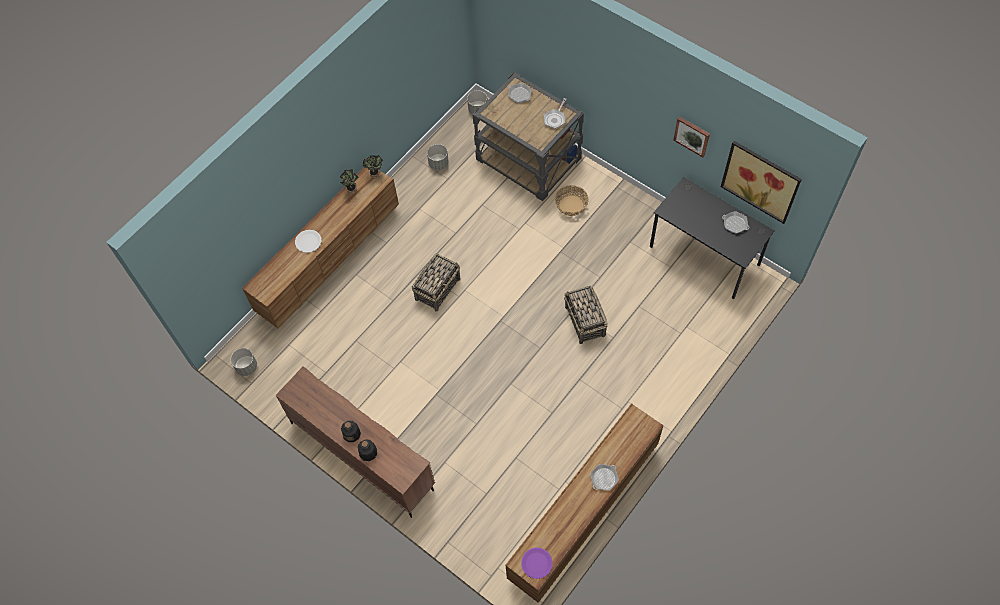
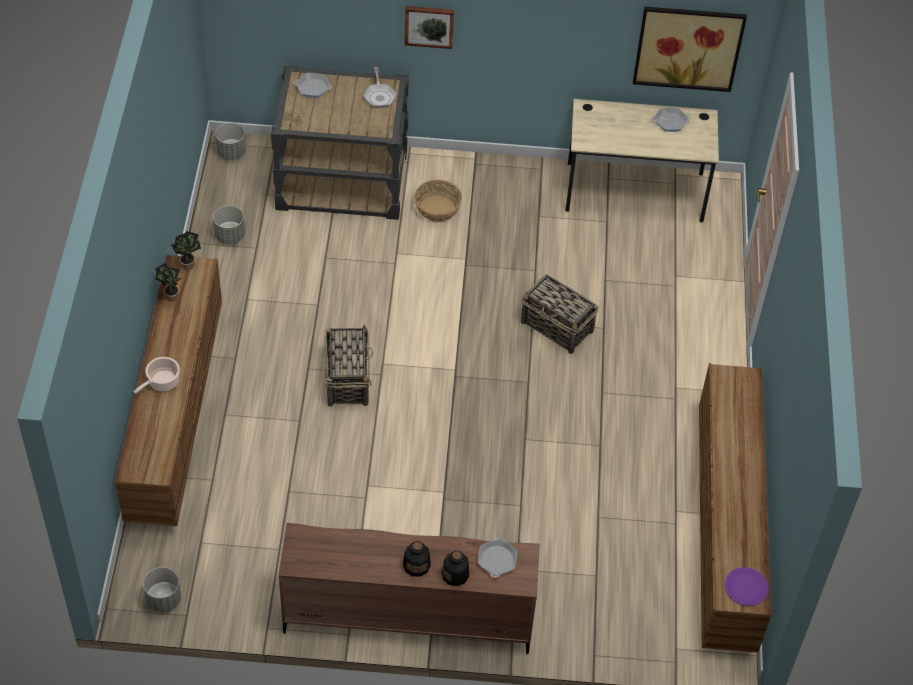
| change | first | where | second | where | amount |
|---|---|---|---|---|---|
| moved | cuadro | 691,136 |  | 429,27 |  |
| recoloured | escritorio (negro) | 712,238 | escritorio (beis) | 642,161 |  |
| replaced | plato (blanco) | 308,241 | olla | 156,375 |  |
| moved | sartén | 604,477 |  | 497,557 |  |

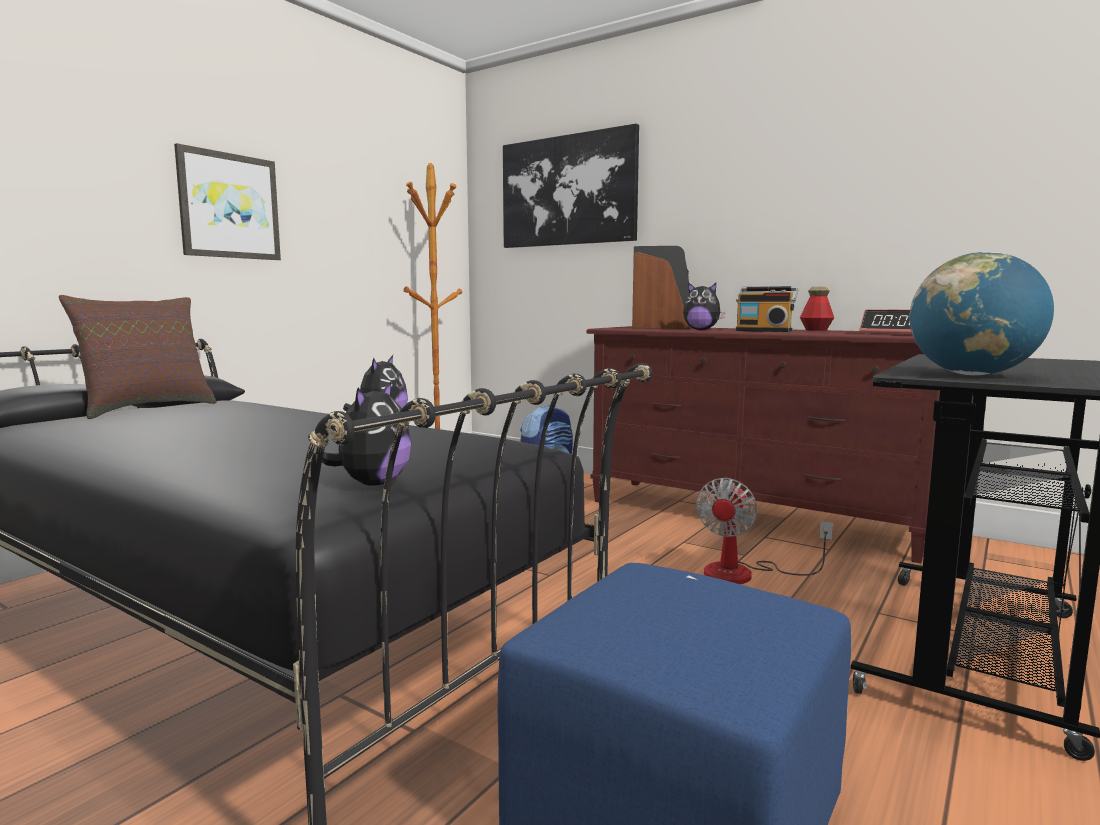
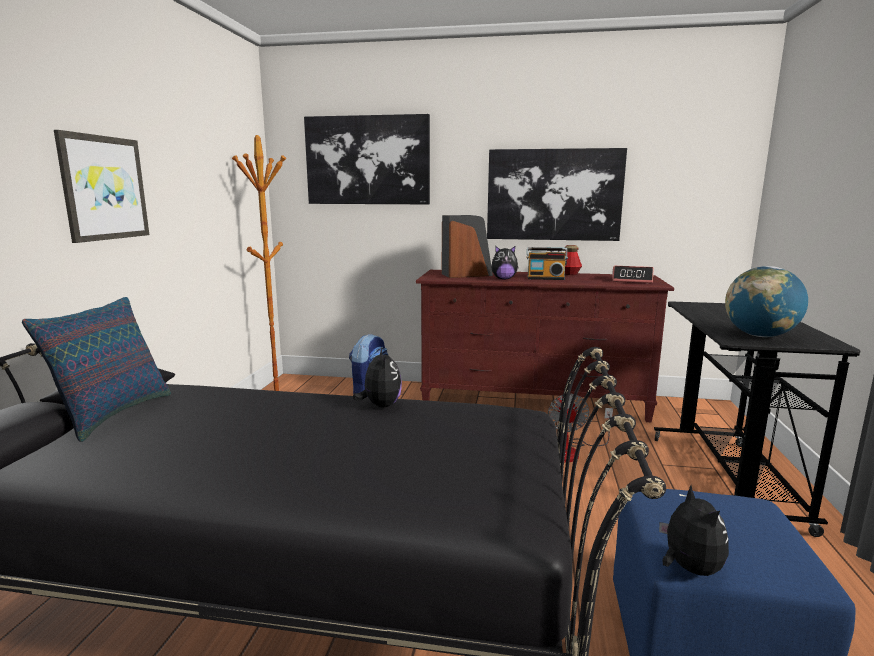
| change | first | where | second | where | amount |
|---|---|---|---|---|---|
| recoloured | cojín (marrón) | 138,357 | cojín (azul) | 96,369 |  |
| moved | peluche | 366,433 |  | 694,530 |  |
| added |  |  | cuadro | 557,194 |  |

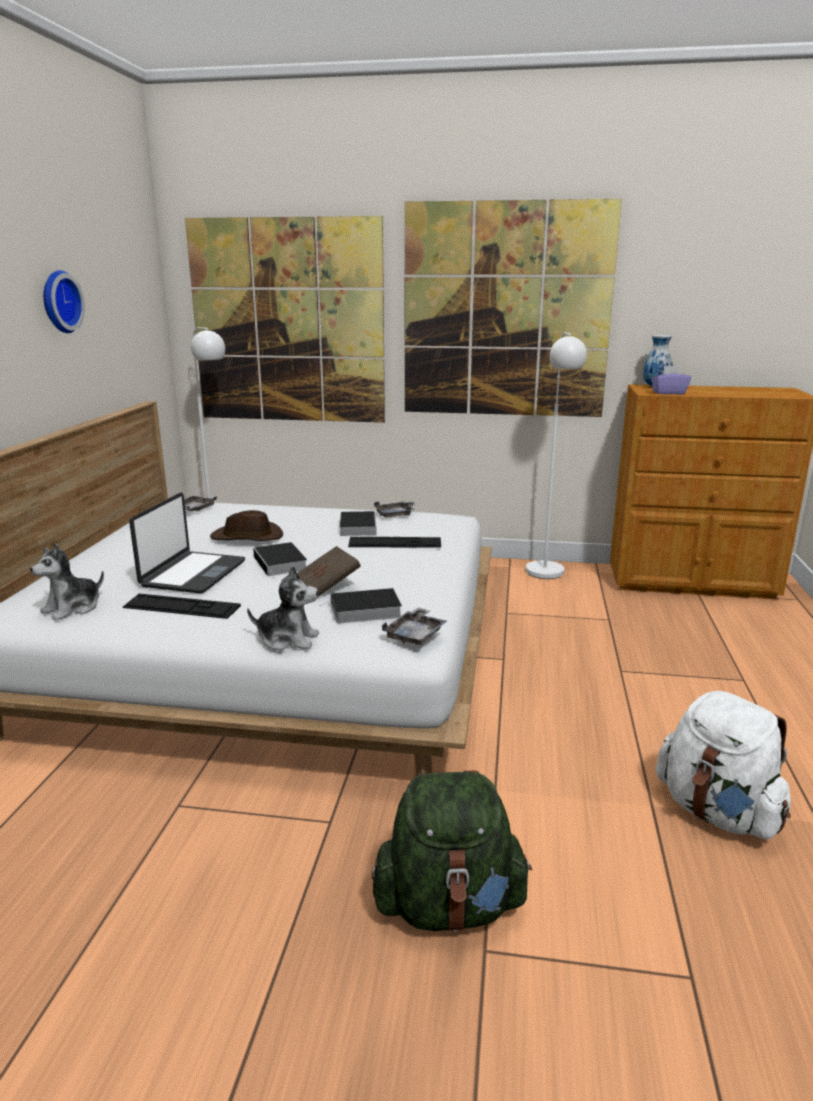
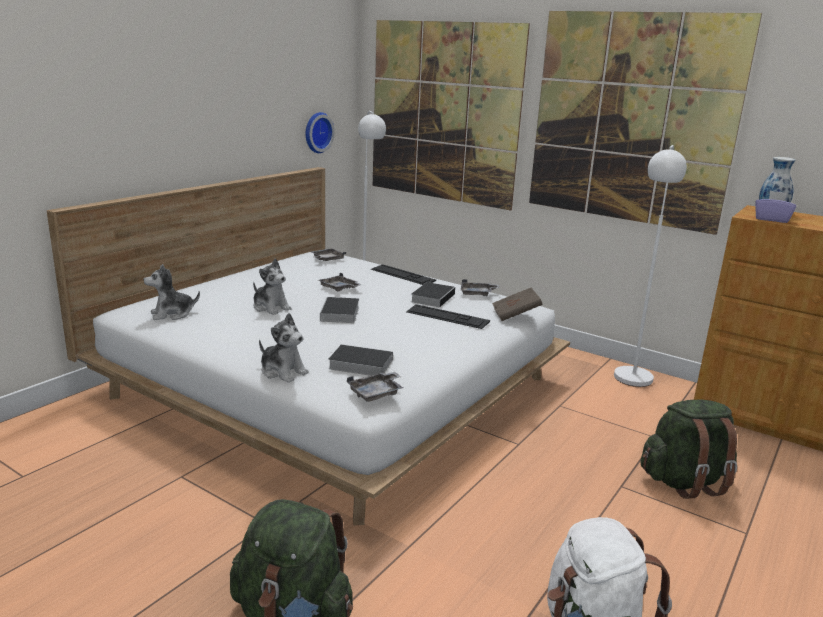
| change | first | where | second | where | amount |
|---|---|---|---|---|---|
| moved | reloj de pared | 64,301 |  | 320,132 |  |
| replaced | portátil | 187,543 | peluche | 272,286 |  |
| replaced | sombrero (marrón) | 246,525 | bandeja (gris) | 340,282 |  |
| moved | libro (marrón) | 329,571 |  | 517,304 |  |
| moved | teclado | 182,606 |  | 403,274 |  |
| added |  |  | mochila (verde) | 688,449 |  |

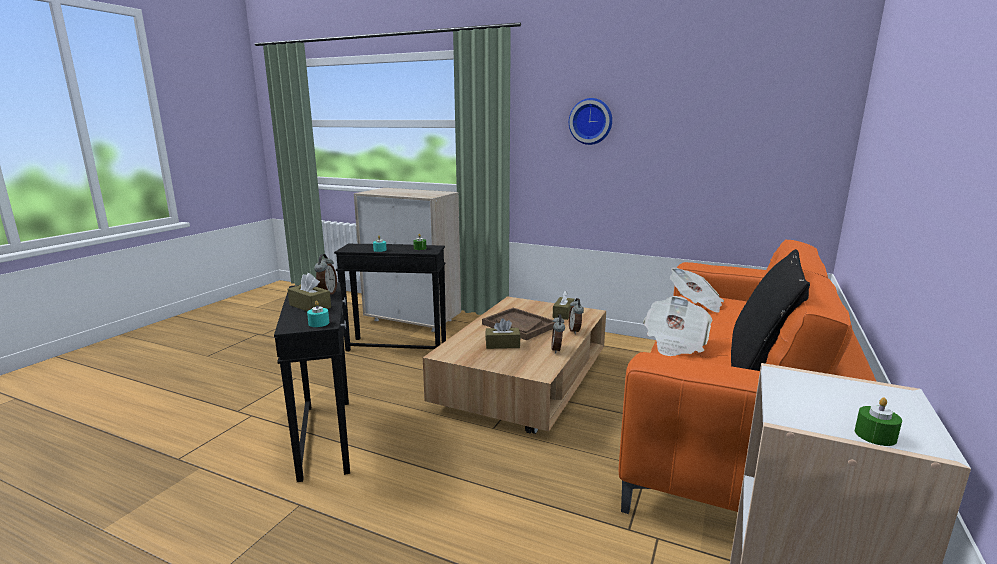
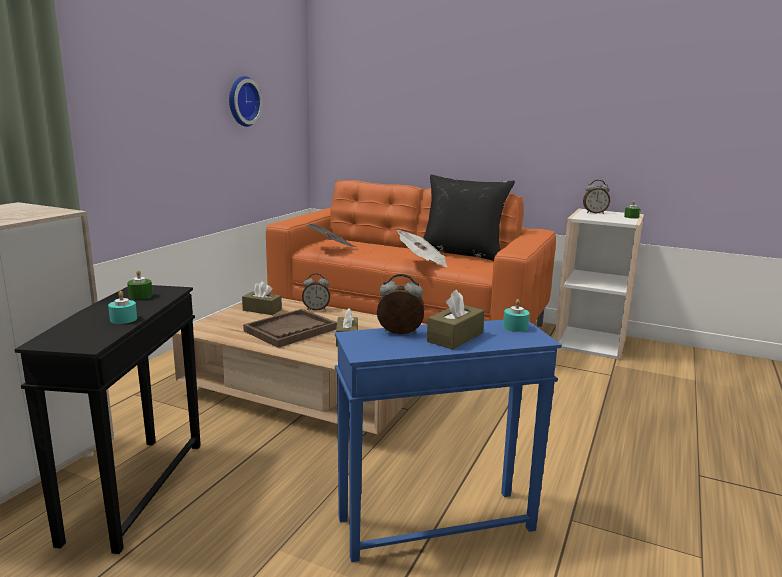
| change | first | where | second | where | amount |
|---|---|---|---|---|---|
| moved | reloj de pared | 590,121 |  | 246,101 |  |
| recoloured | mesa auxiliar (negro) | 312,382 | mesa auxiliar (azul) | 448,441 |  |
| moved | despertador | 558,334 |  | 596,197 |  |

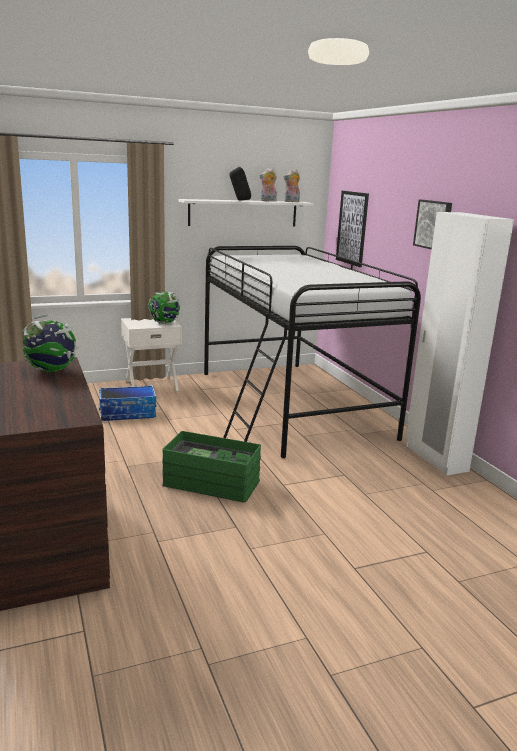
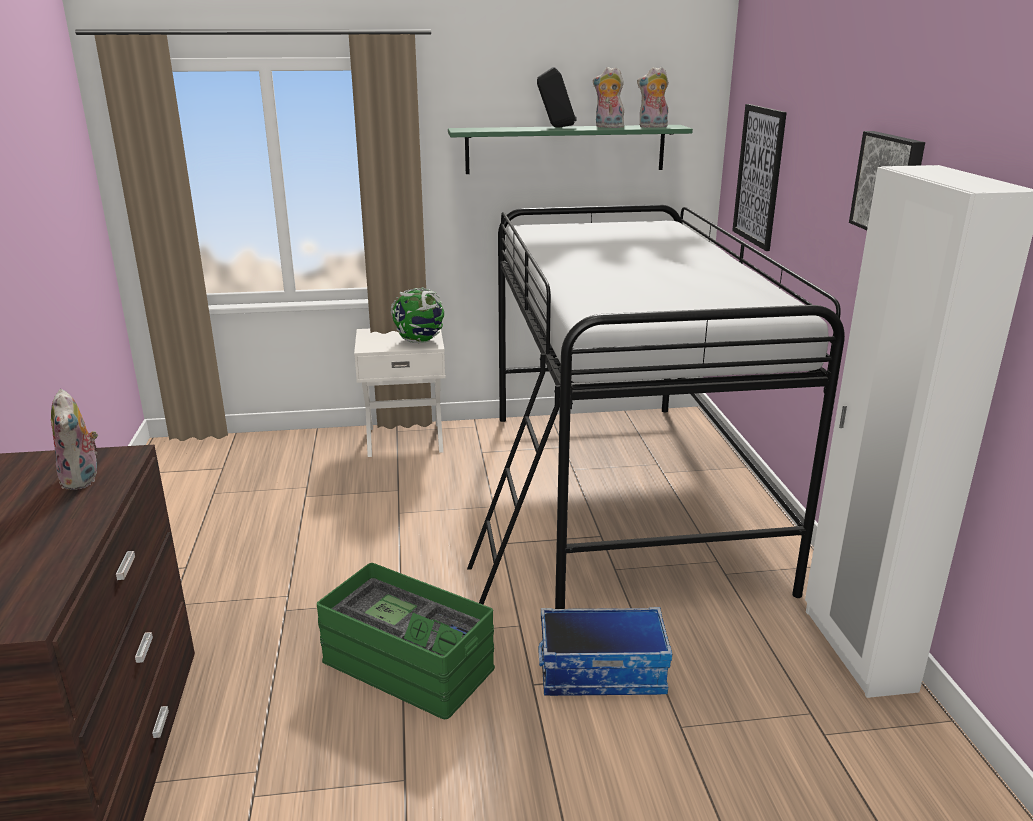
| change | first | where | second | where | amount |
|---|---|---|---|---|---|
| recoloured | estante (blanco) | 246,213 | estante (verde) | 570,149 |  |
| replaced | globo terráqueo | 50,343 | peluche | 76,439 |  |
| moved | caja de almacenaje | 128,403 |  | 605,651 |  |

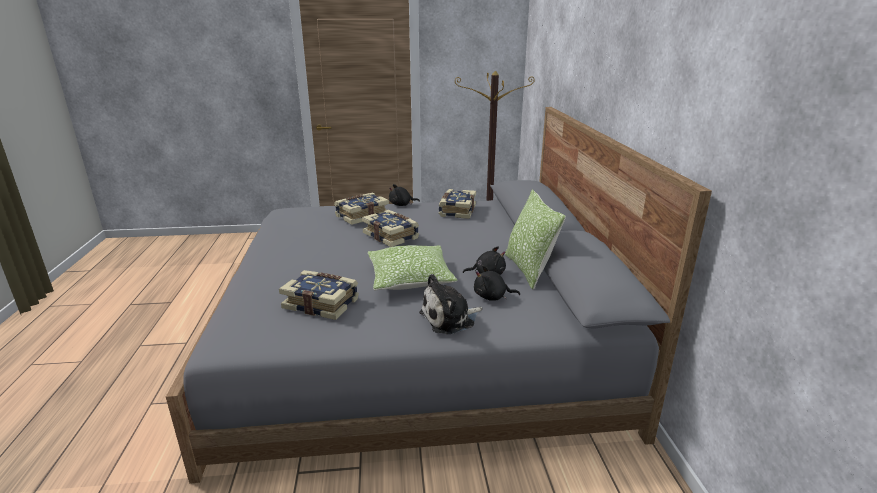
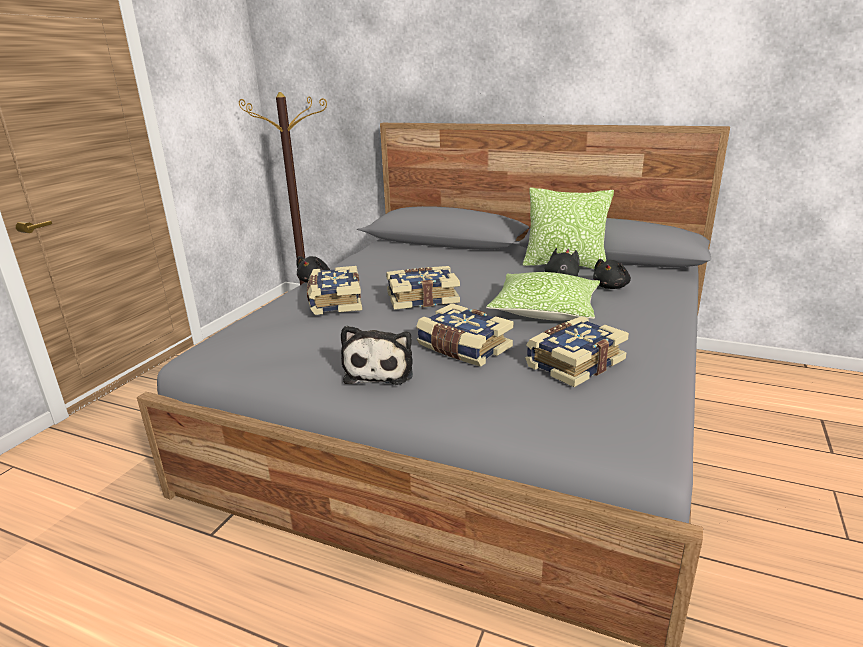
| change | first | where | second | where | amount |
|---|---|---|---|---|---|
| moved | libro | 457,204 |  | 464,335 |  |
| moved | peluche | 451,304 |  | 377,355 |  |

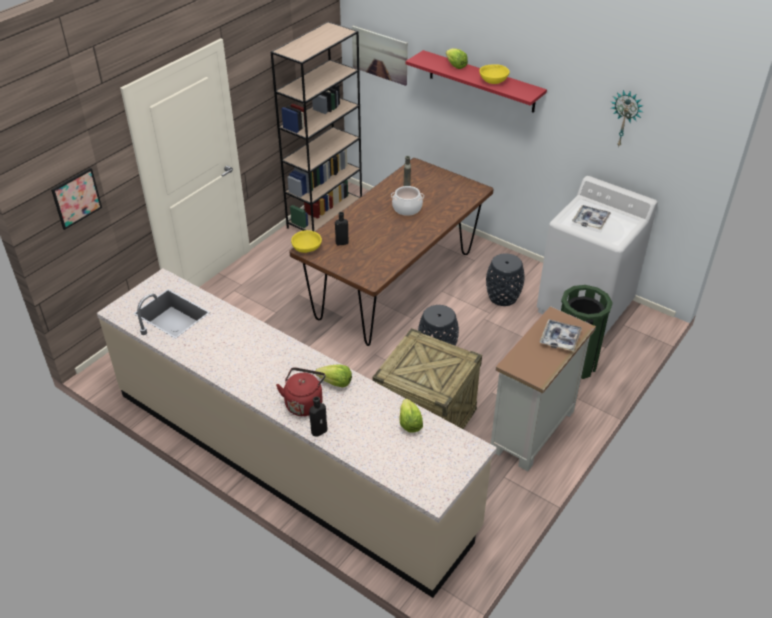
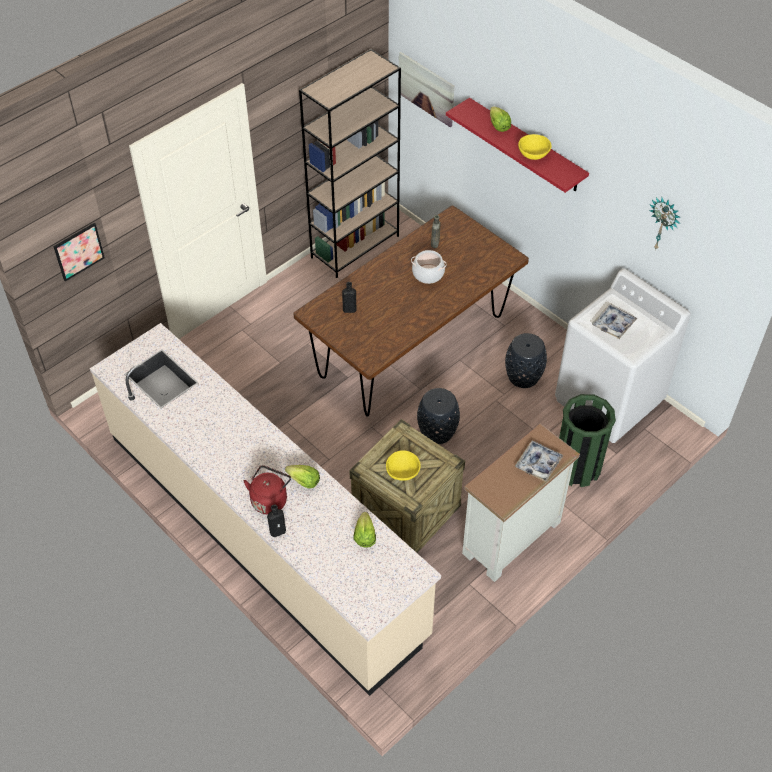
| change | first | where | second | where | amount |
|---|---|---|---|---|---|
| moved | cuenco (amarillo) | 306,241 |  | 403,465 |  |

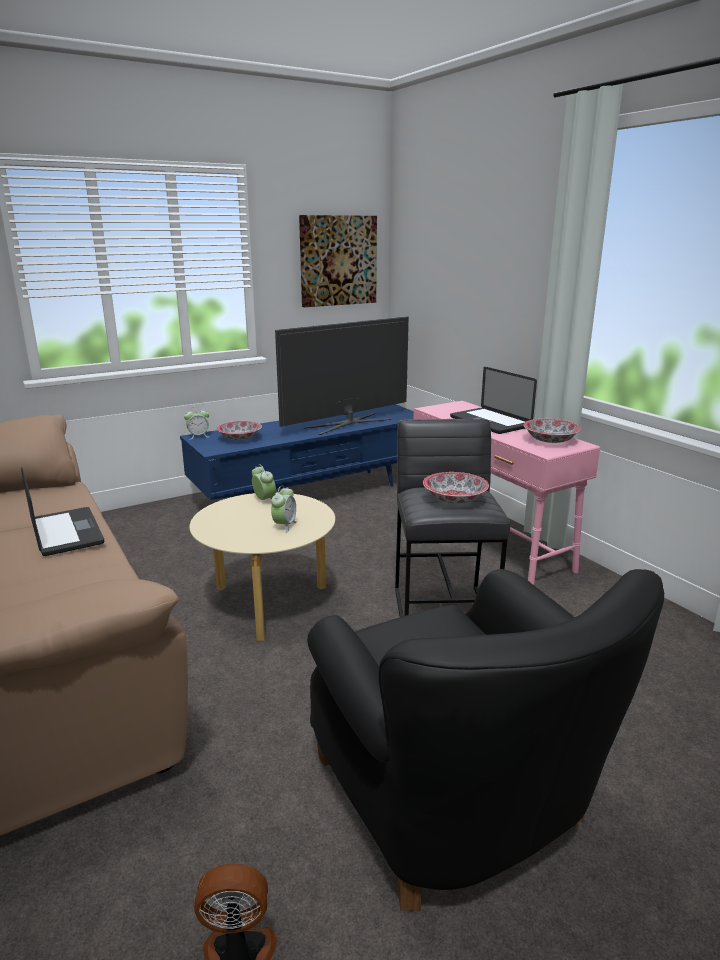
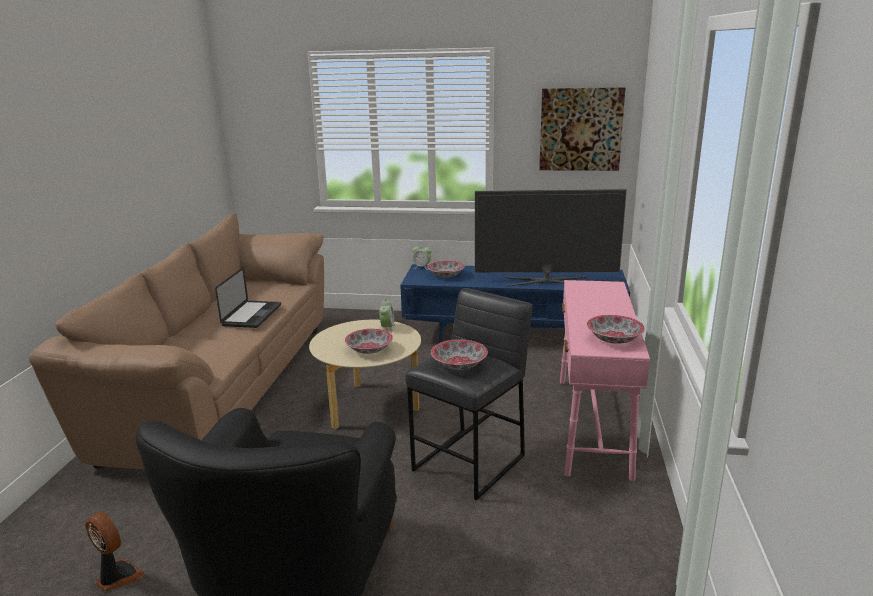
| change | first | where | second | where | amount |
|---|---|---|---|---|---|
| removed | portátil | 493,400 |  |  |  |
| replaced | despertador | 284,509 | cuenco | 369,341 |  |

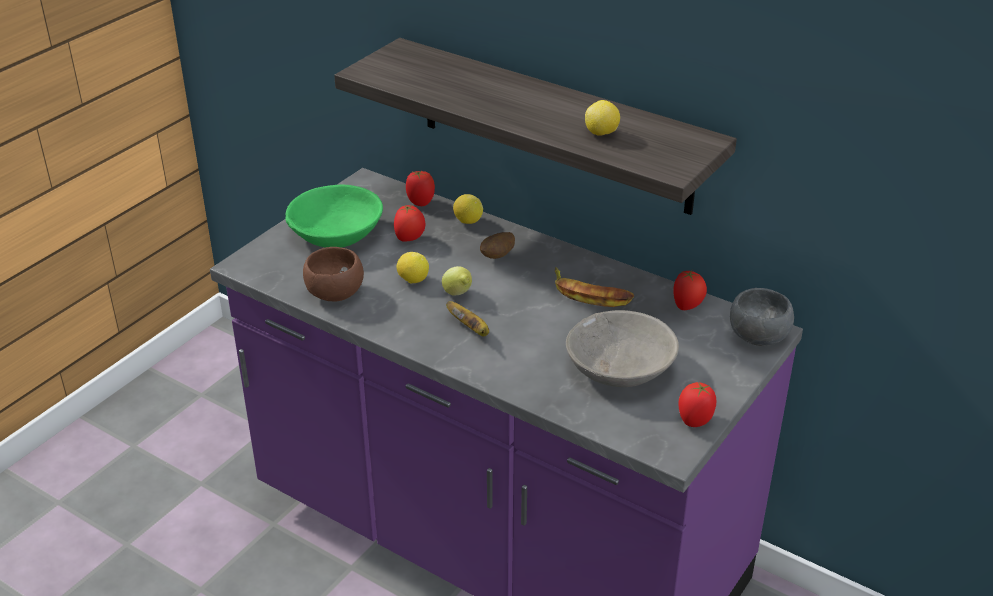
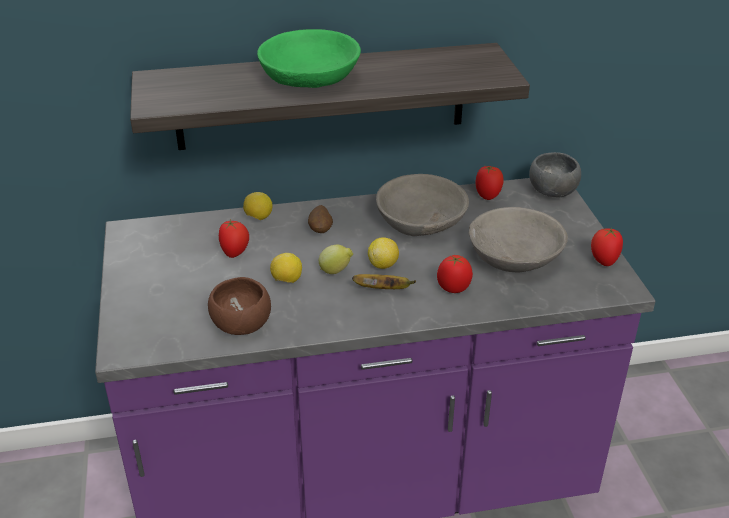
| change | first | where | second | where | amount |
|---|---|---|---|---|---|
| moved | limón | 602,118 |  | 383,253 |  |
| moved | tomate | 420,188 |  | 455,274 |  |
| moved | cuenco (verde) | 334,216 |  | 309,58 |  |
| replaced | plátano | 594,287 | cuenco (gris) | 422,205 |  |

